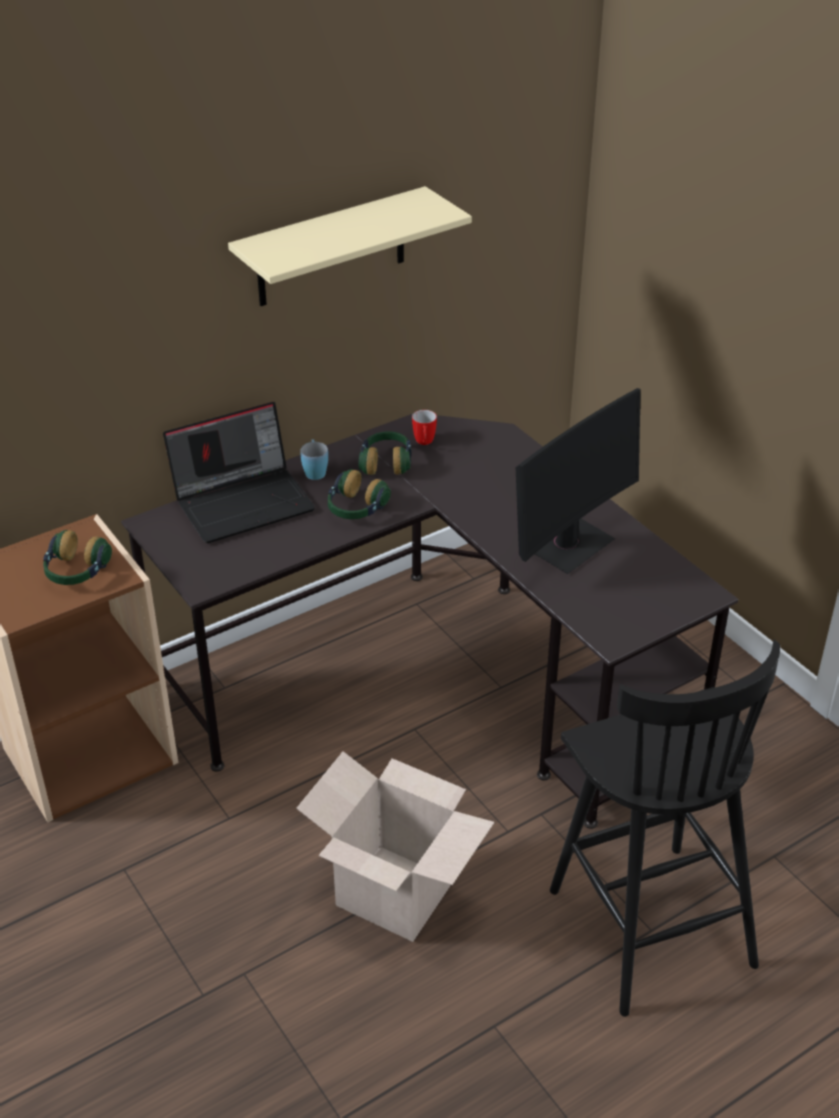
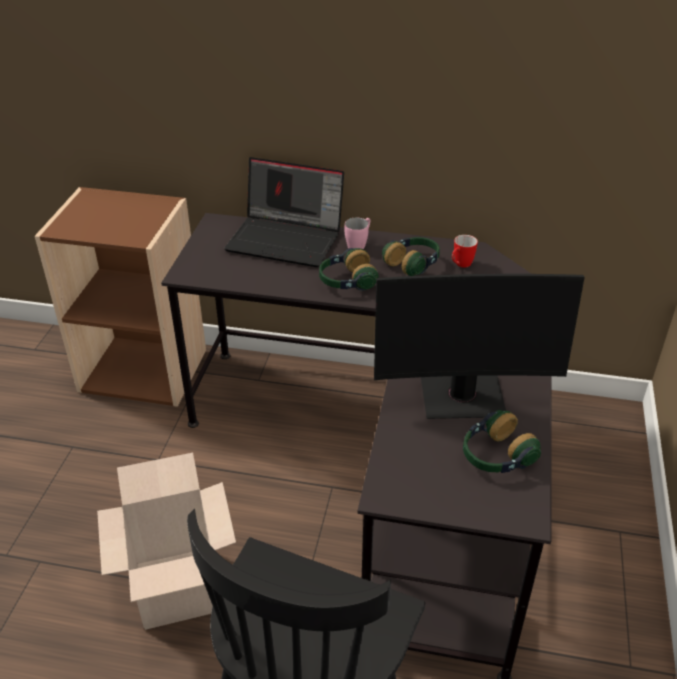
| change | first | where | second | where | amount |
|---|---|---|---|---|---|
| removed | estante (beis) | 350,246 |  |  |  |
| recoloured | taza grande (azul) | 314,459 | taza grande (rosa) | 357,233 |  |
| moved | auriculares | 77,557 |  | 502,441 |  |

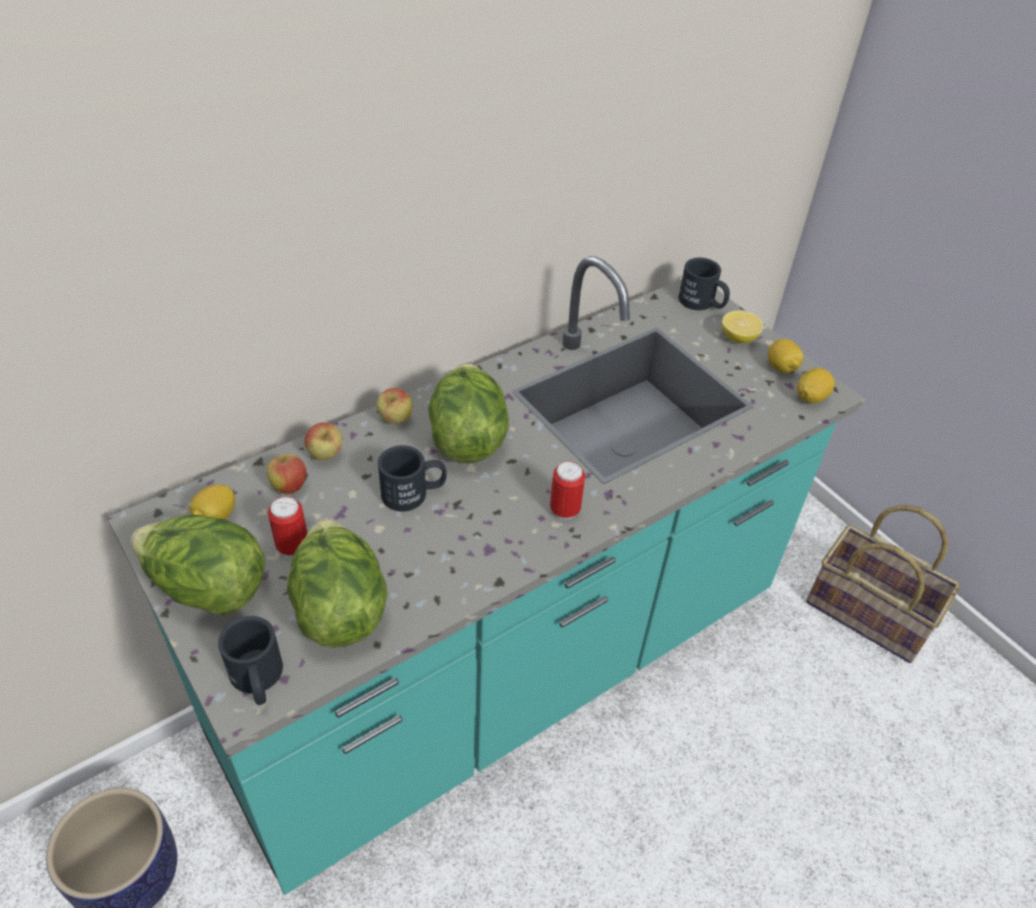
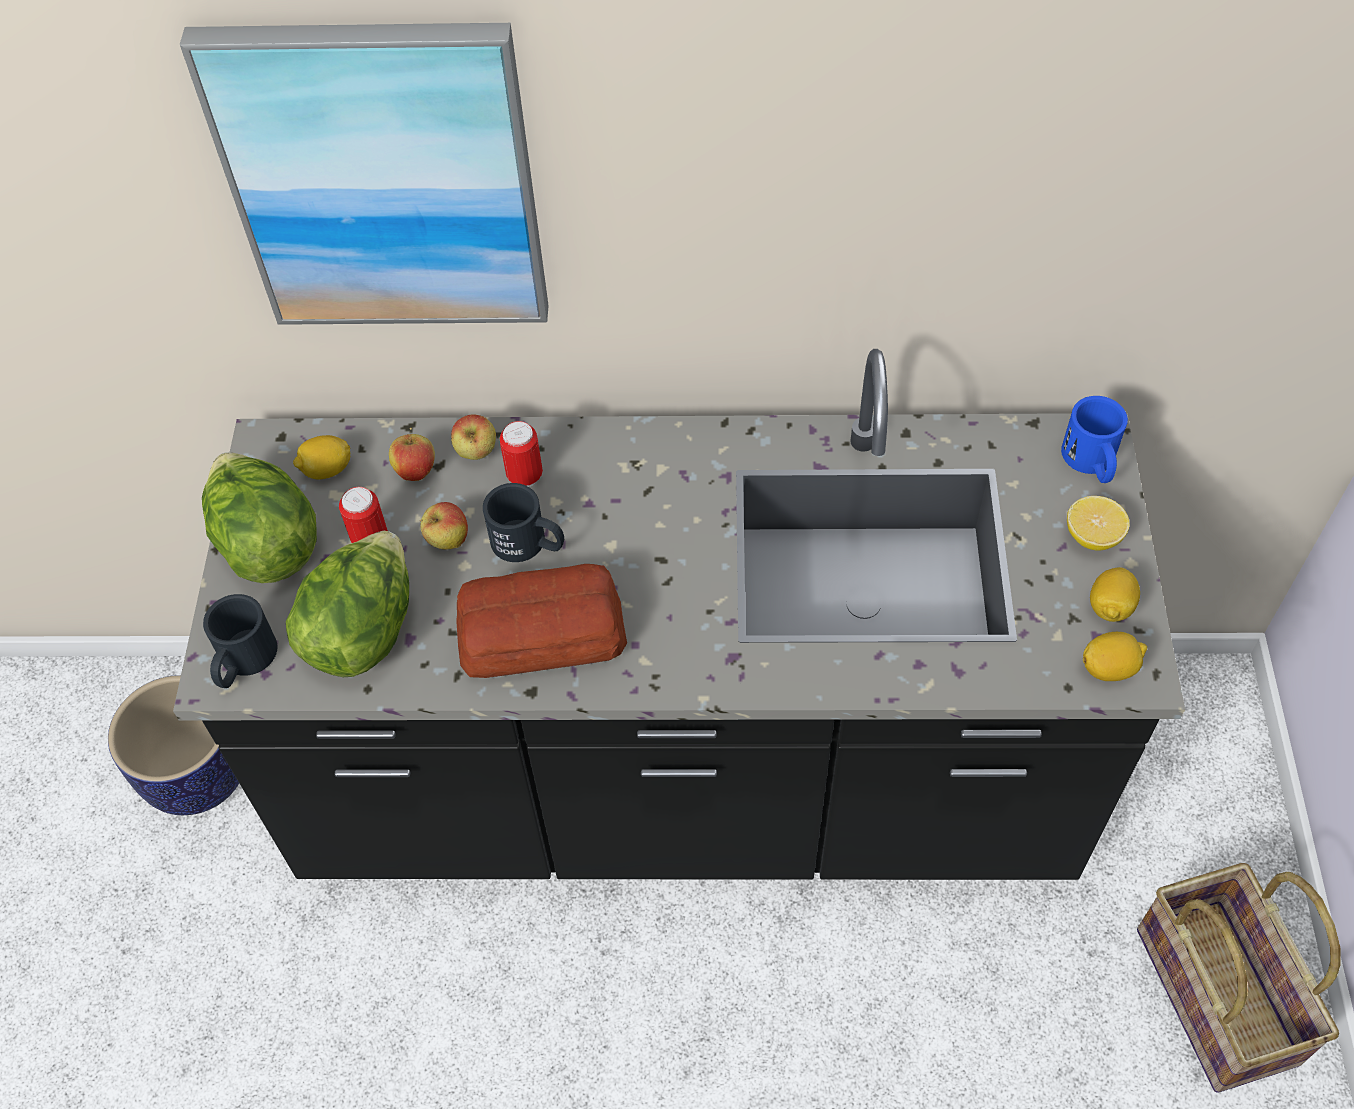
| change | first | where | second | where | amount |
|---|---|---|---|---|---|
| recoloured | mueble bajo de cocina (turquesa) | 486,575 | mueble bajo de cocina (negro) | 679,614 |  |
| recoloured | taza grande (negro) | 704,284 | taza grande (azul) | 1094,439 |  |
| removed | lechuga | 468,413 |  |  |  |
| moved | manzana | 394,406 |  | 444,526 |  |
| moved | lata | 567,490 |  | 521,454 |  |
| added |  |  | cuadro | 364,174 |  |
| added |  |  | pan | 541,621 |  |

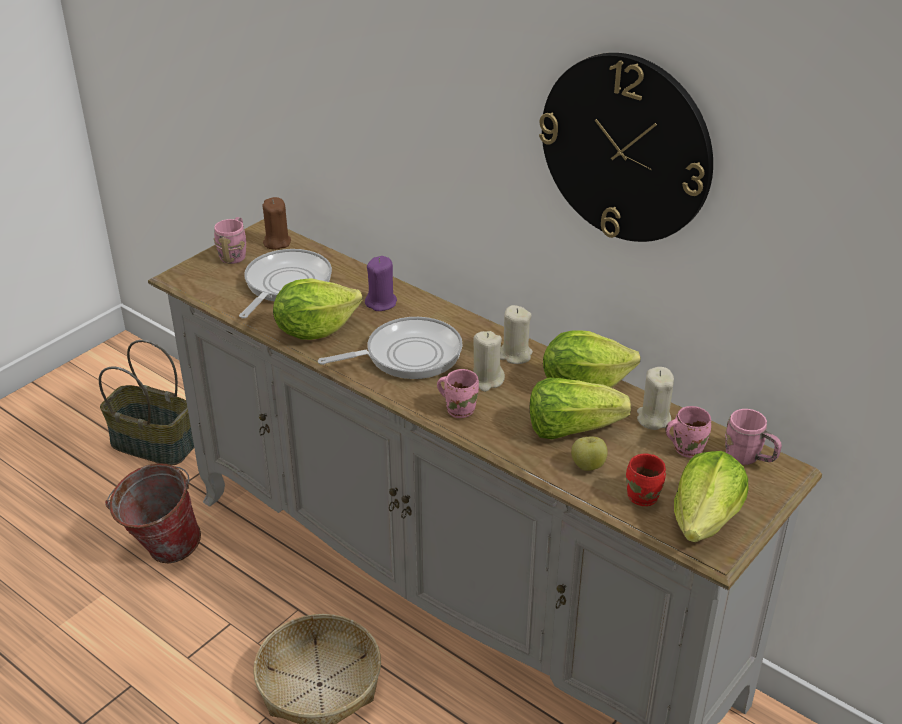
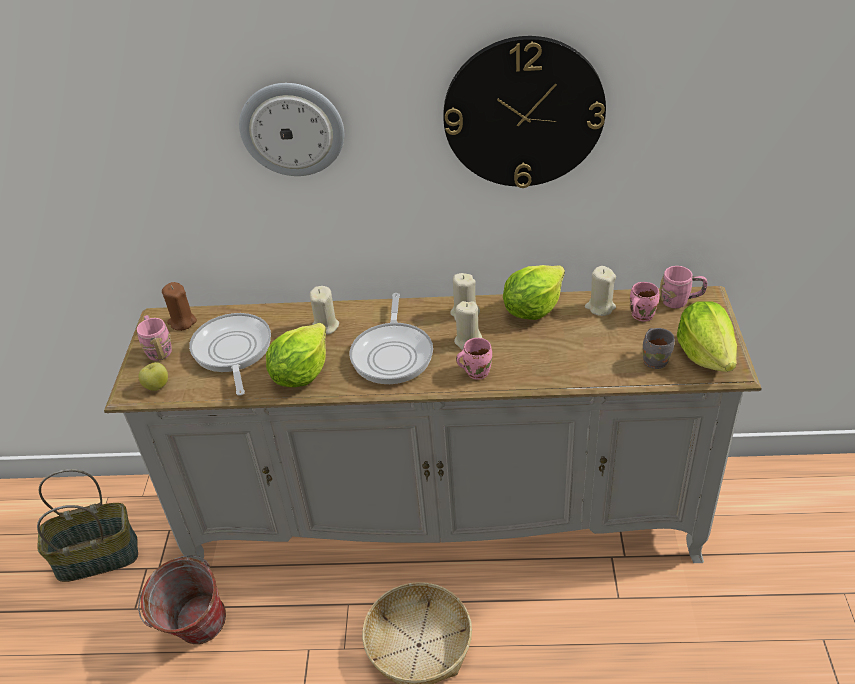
| change | first | where | second | where | amount |
|---|---|---|---|---|---|
| recoloured | vela (morado) | 381,283 | vela (beis) | 324,310 |  |
| turned | sartén | 390,348 |  | 391,338 | 150 degrees clockwise |
| removed | lechuga | 580,408 |  |  |  |
| moved | manzana | 589,453 |  | 153,376 |  |
| recoloured | taza grande (rojo) | 646,480 | taza grande (gris) | 659,348 |  |
| added |  |  | reloj de pared | 291,129 |  |

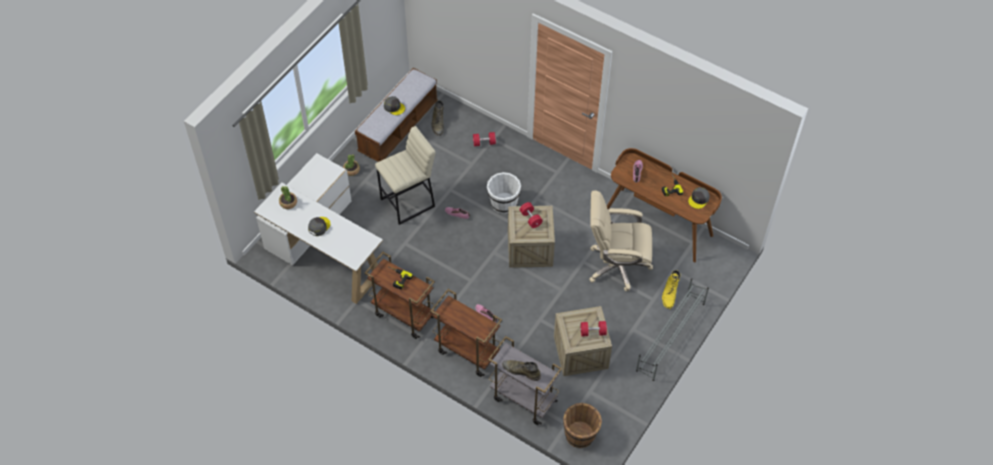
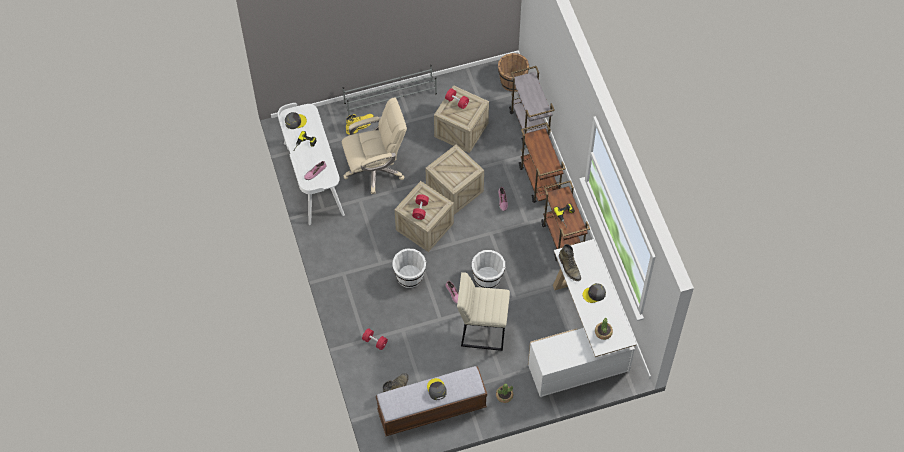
| change | first | where | second | where | amount |
|---|---|---|---|---|---|
| recoloured | escritorio (marrón) | 664,205 | escritorio (blanco) | 311,164 |  |
| turned | silla de oficina (beis) | 621,240 |  | 374,145 | 60 degrees counterclockwise |
| moved | bota (verde) | 521,370 |  | 570,262 |  |
| added |  |  | caja de embalaje | 455,179 |  |
| added |  |  | cubo (blanco) | 488,269 |  |

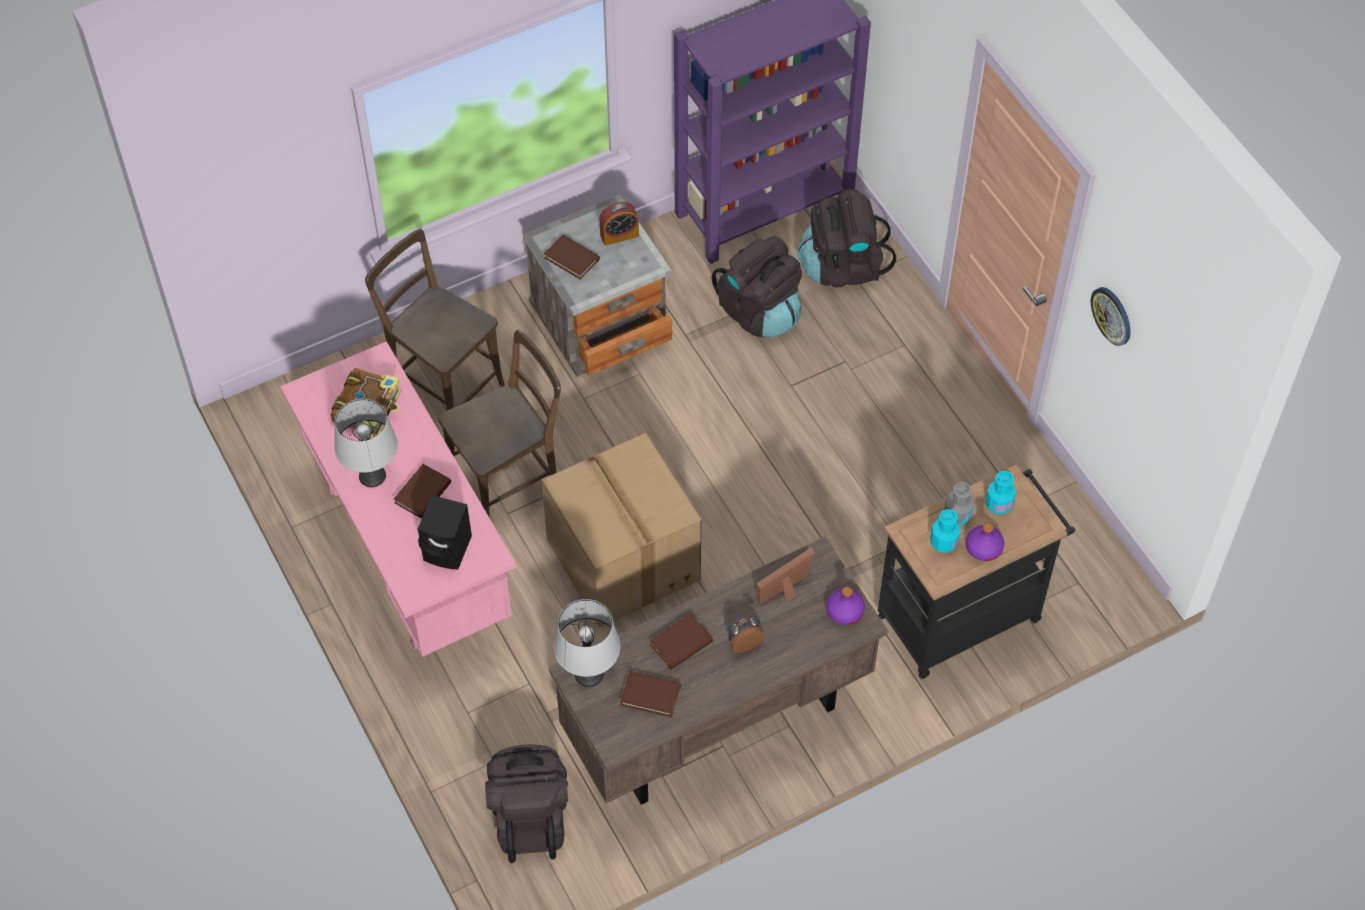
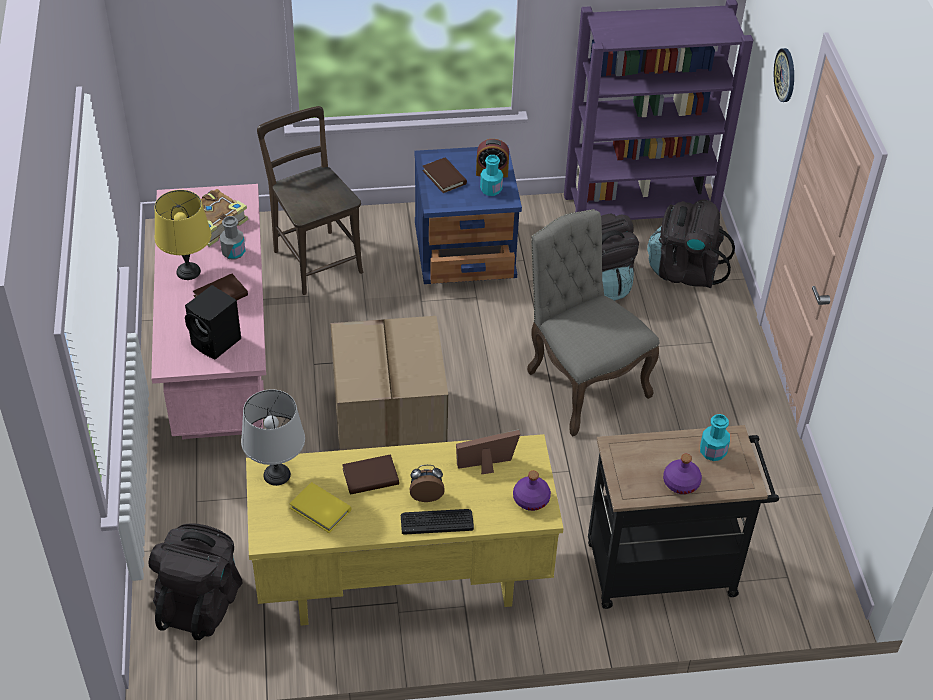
| change | first | where | second | where | amount |
|---|---|---|---|---|---|
| recoloured | mesita de noche (gris) | 597,285 | mesita de noche (azul) | 468,214 |  |
| moved | reloj de pared | 1111,316 |  | 784,75 |  |
| removed | silla (marrón) | 499,423 |  |  |  |
| recoloured | lámpara de mesa (gris) | 366,443 | lámpara de mesa (amarillo) | 183,235 |  |
| moved | botella (gris) | 959,503 |  | 232,238 |  |
| moved | botella (turquesa) | 945,531 |  | 491,175 |  |
| recoloured | escritorio (marrón) | 718,671 | escritorio (amarillo) | 405,530 |  |
| recoloured | libro (marrón) | 650,694 | libro (amarillo) | 320,507 |  |
| added |  |  | silla (gris) | 593,322 |  |
| added |  |  | teclado | 437,522 |  |

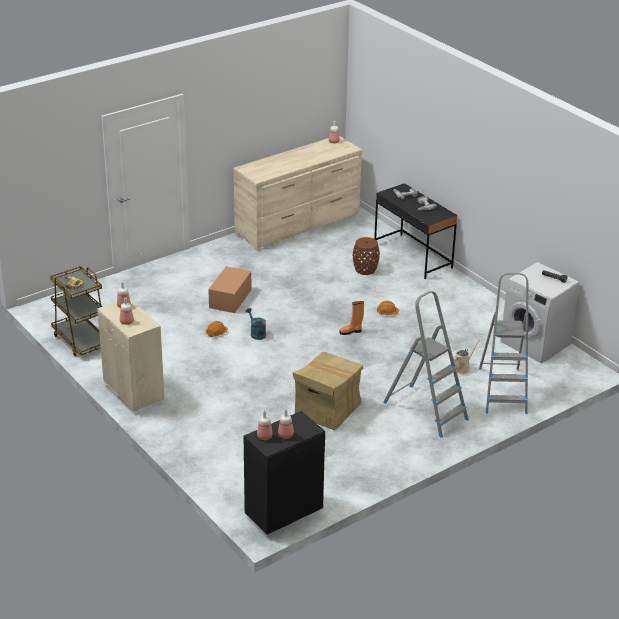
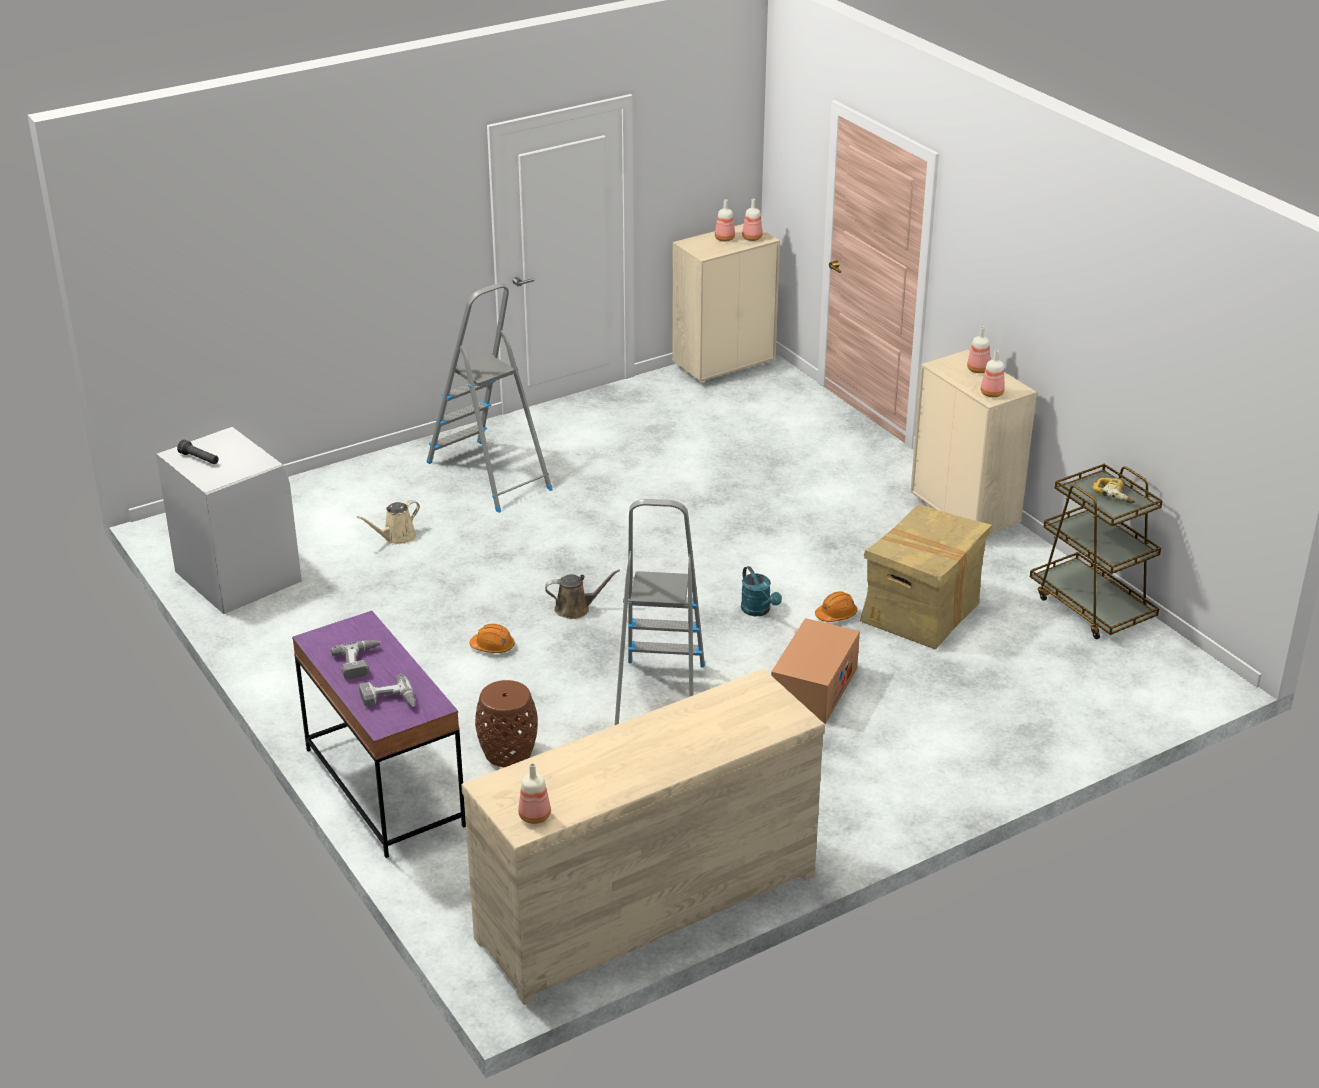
| change | first | where | second | where | amount |
|---|---|---|---|---|---|
| recoloured | escritorio (negro) | 415,231 | escritorio (morado) | 379,734 |  |
| moved | escalera de tijera (gris) | 503,343 |  | 660,612 |  |
| replaced | bota (naranja) | 351,318 | regadera (marrón) | 582,594 |  |
| moved | caja de cartón | 328,391 |  | 926,577 |  |
| recoloured | armario (negro) | 284,473 | armario (beis) | 726,303 |  |

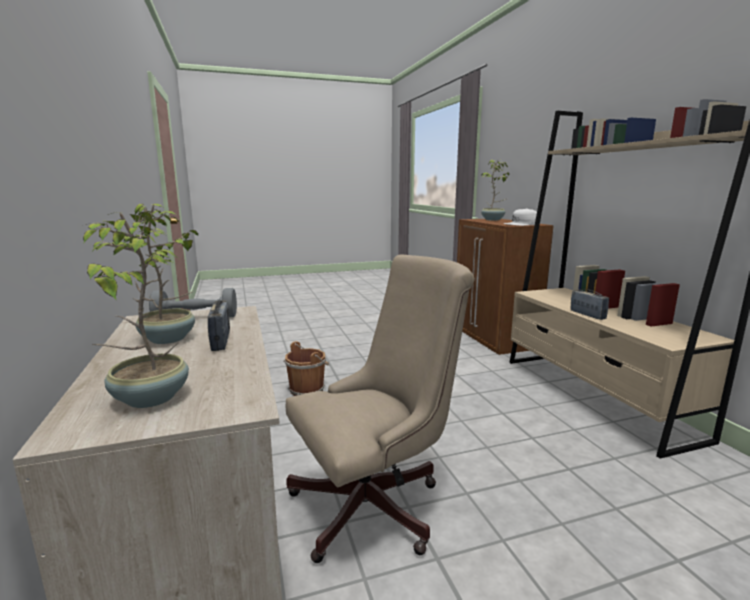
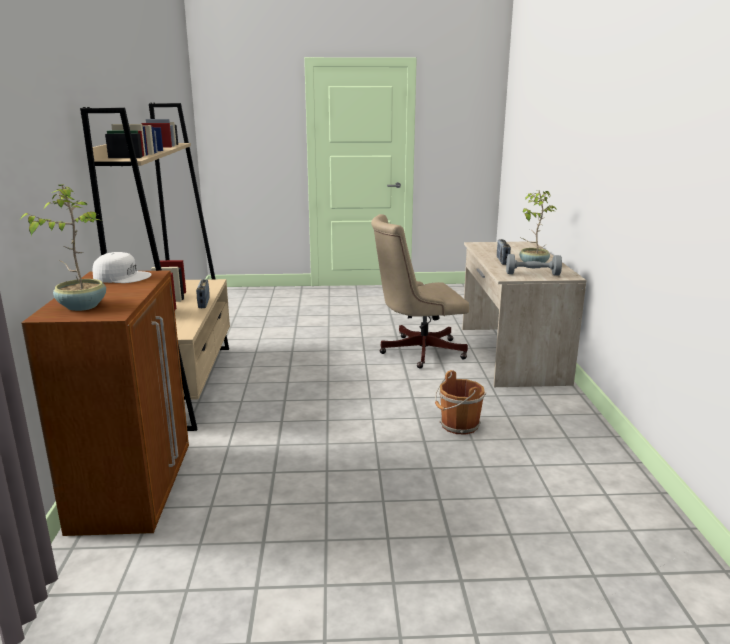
| change | first | where | second | where | amount |
|---|---|---|---|---|---|
| removed | planta en maceta | 136,310 |  |  |  |

